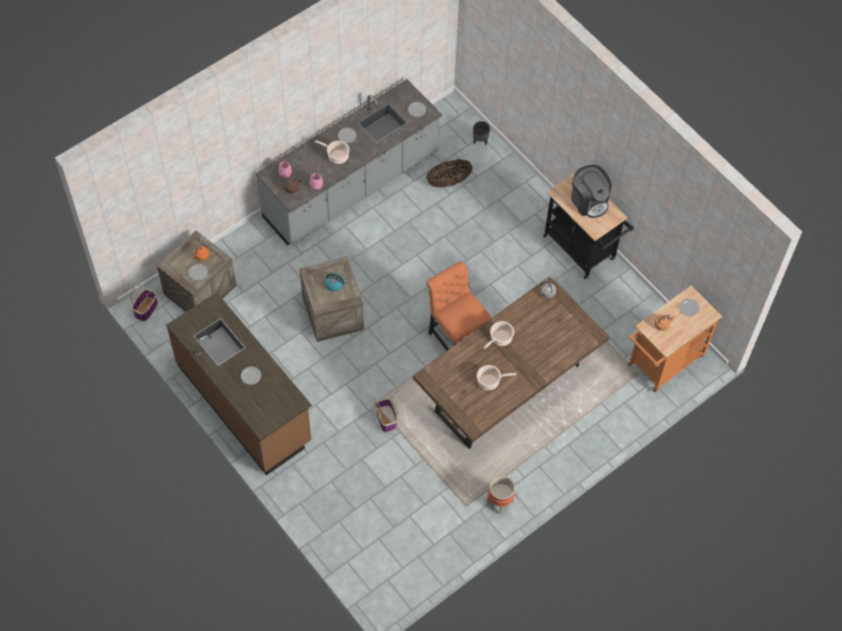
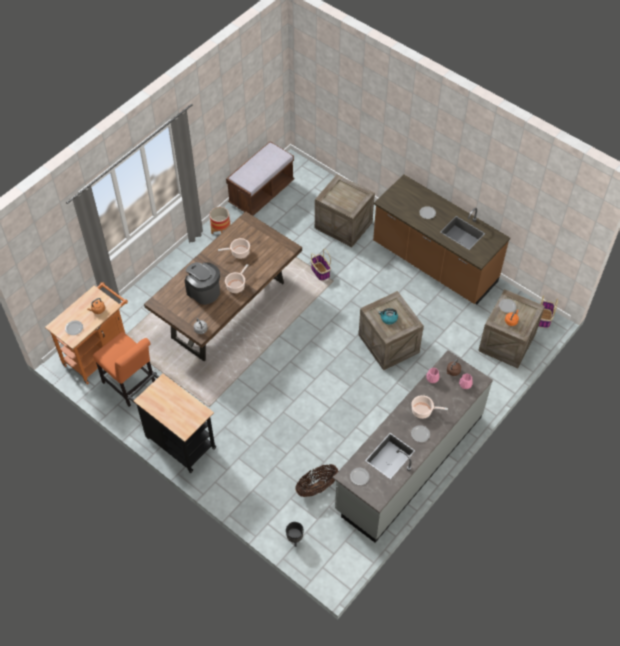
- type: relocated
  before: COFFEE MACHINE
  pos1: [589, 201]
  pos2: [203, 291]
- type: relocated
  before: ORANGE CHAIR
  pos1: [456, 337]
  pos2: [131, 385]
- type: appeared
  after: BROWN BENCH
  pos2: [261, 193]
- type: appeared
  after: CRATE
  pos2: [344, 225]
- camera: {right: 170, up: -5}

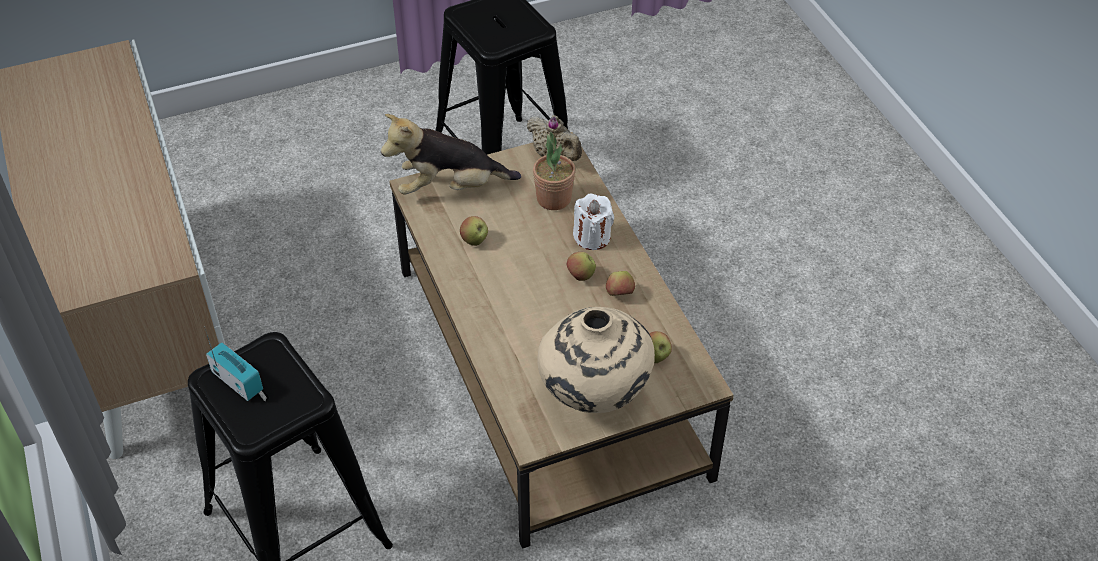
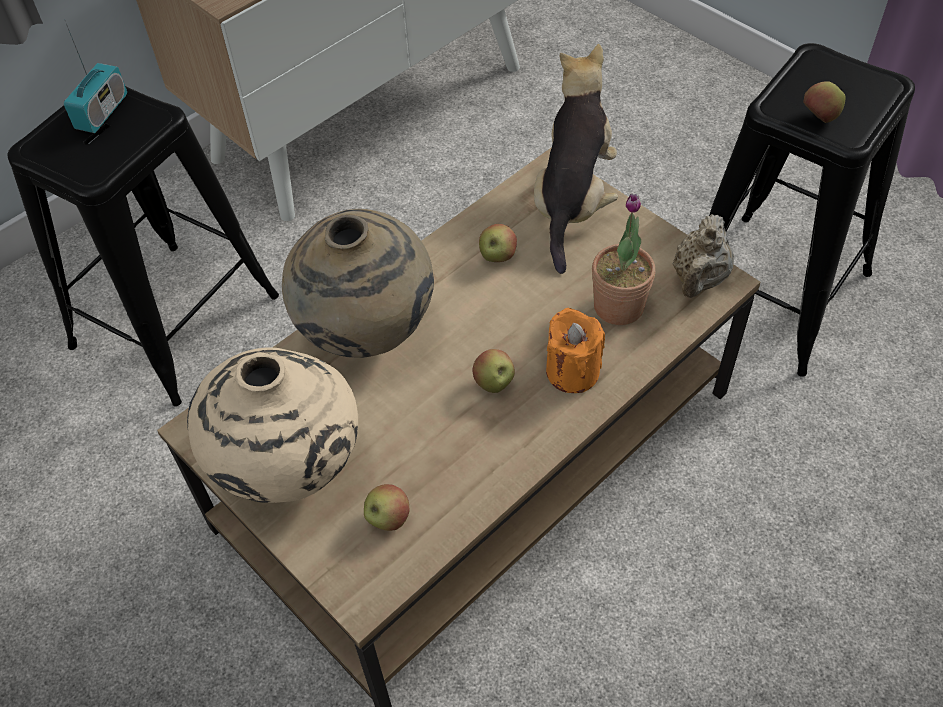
- type: spun
  before: PLUSH TOY
  pos1: [450, 188]
  pos2: [572, 202]
  turn: 45
- type: colour
  before: WHITE CANDLE
  after: ORANGE CANDLE
  pos1: [592, 237]
  pos2: [572, 371]
- type: relocated
  before: APPLE
  pos1: [619, 294]
  pos2: [819, 118]
- type: appeared
  after: BEIGE VASE
  pos2: [368, 335]
- camera: {right: 70, up: 5}

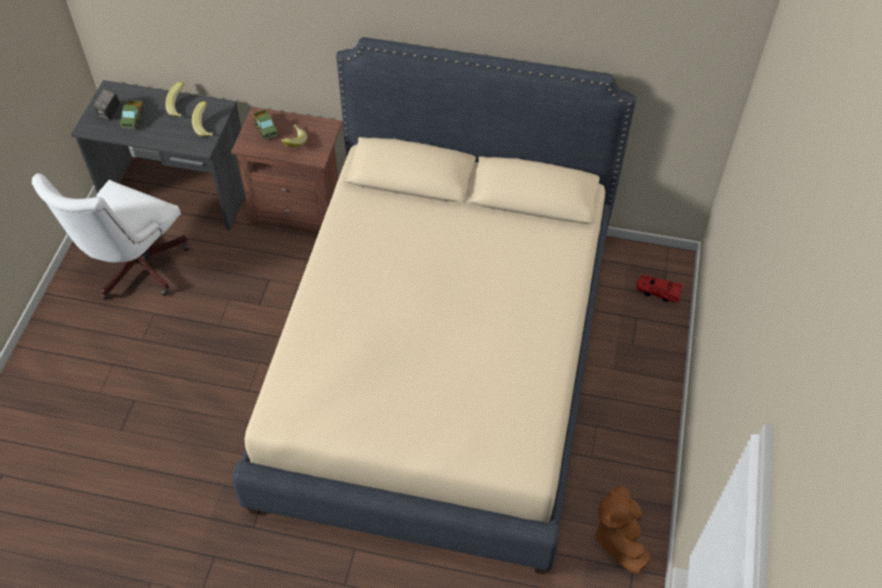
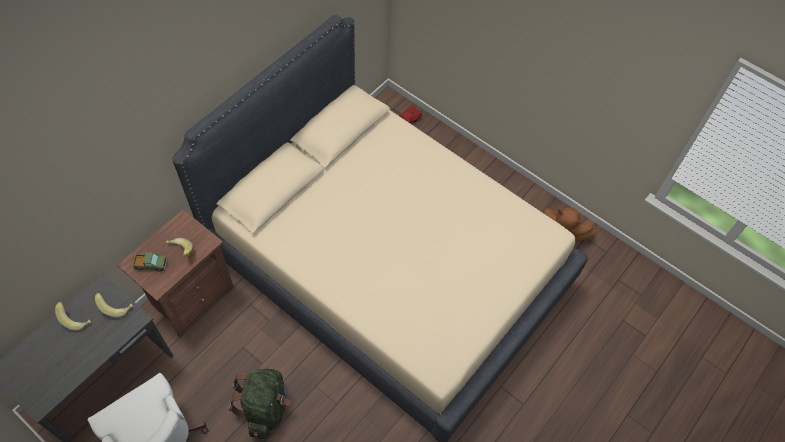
- type: missing
  before: PHOTO CAMERA
  pos1: [110, 113]
- type: missing
  before: TOY TRUCK
  pos1: [133, 119]
- type: appeared
  after: GREEN BACKPACK
  pos2: [265, 408]
- camera: {right: -65, up: 5}

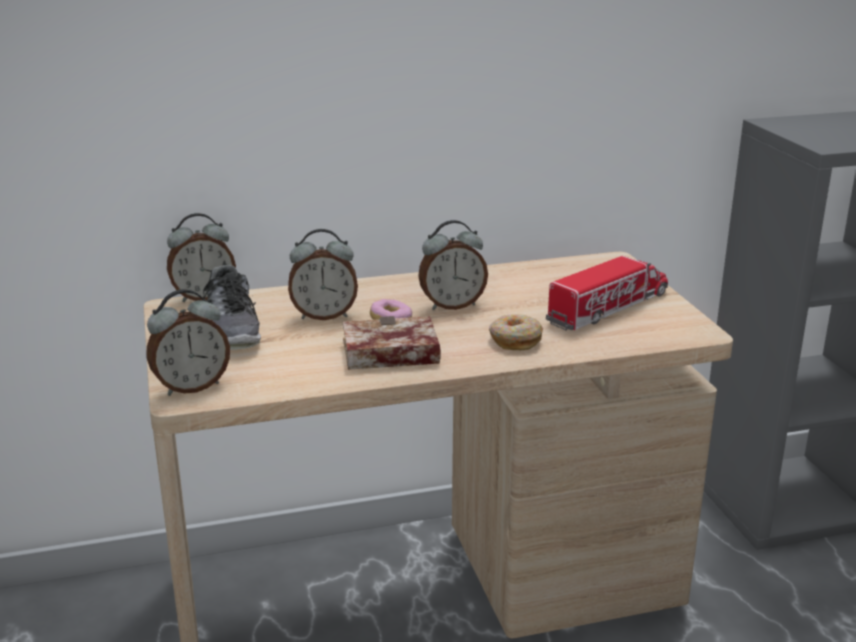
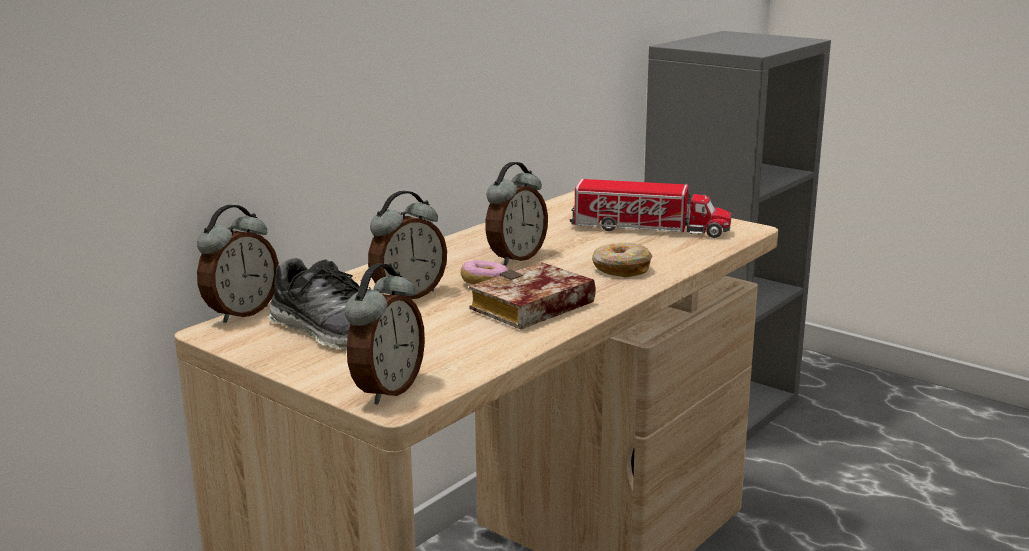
- type: spun
  before: TOY TRUCK
  pos1: [609, 308]
  pos2: [649, 229]
  turn: 90
- camera: {right: -35, up: -5}

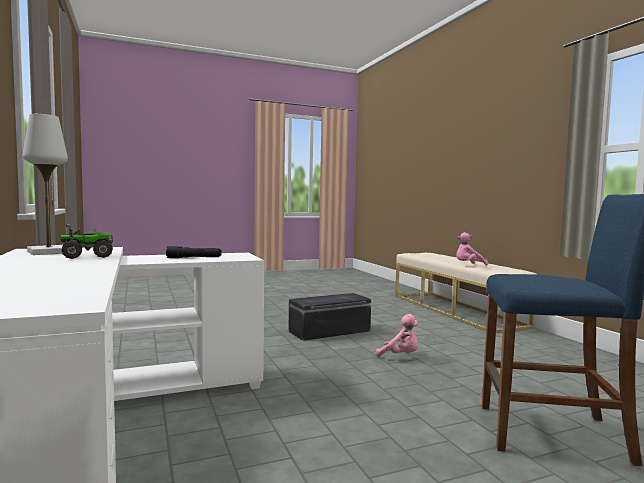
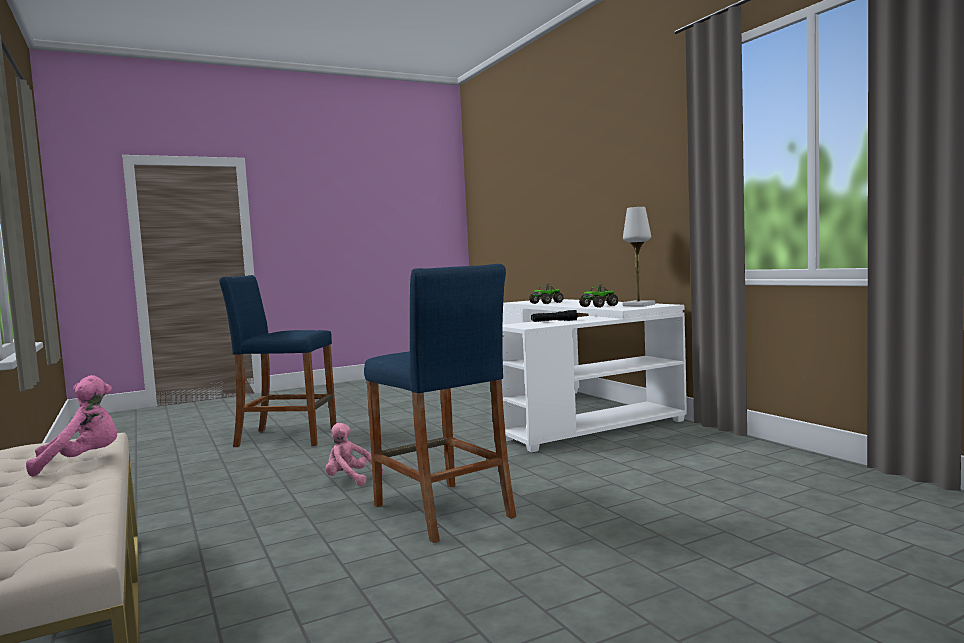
- type: exchanged
  before: BLACK STORAGE BOX
  after: BLUE STOOL
  pos1: [330, 331]
  pos2: [442, 511]
- type: appeared
  after: TOY TRUCK
  pos2: [547, 303]
- camera: {right: 175, up: 0}

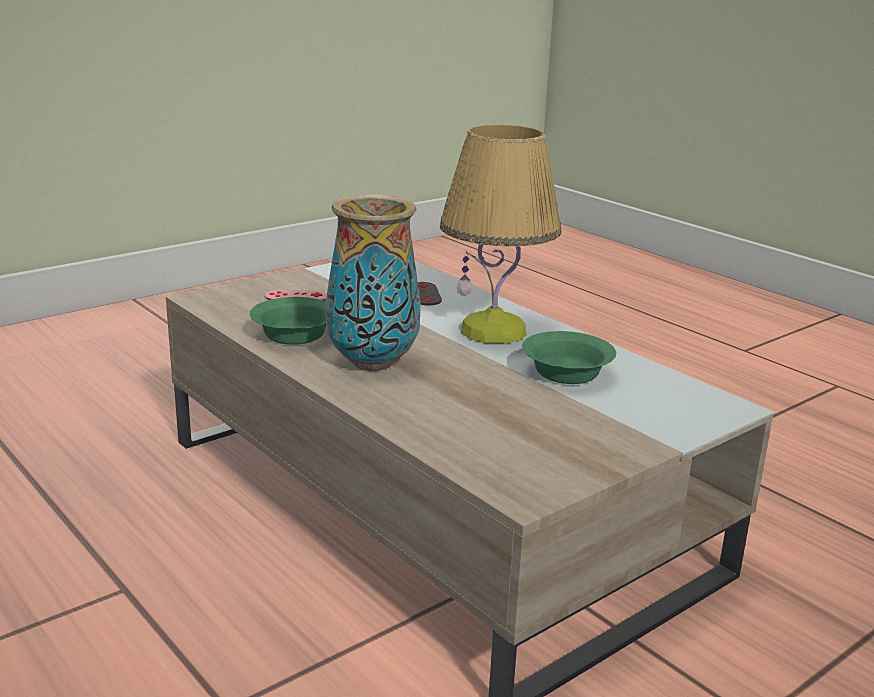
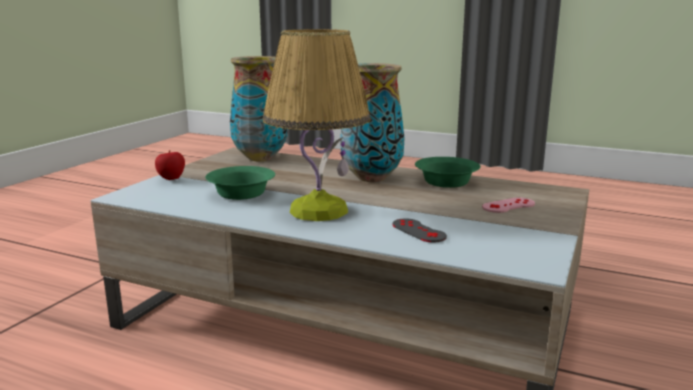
- type: appeared
  after: VASE
  pos2: [260, 158]
- type: appeared
  after: APPLE
  pos2: [171, 179]
- camera: {right: 155, up: -5}

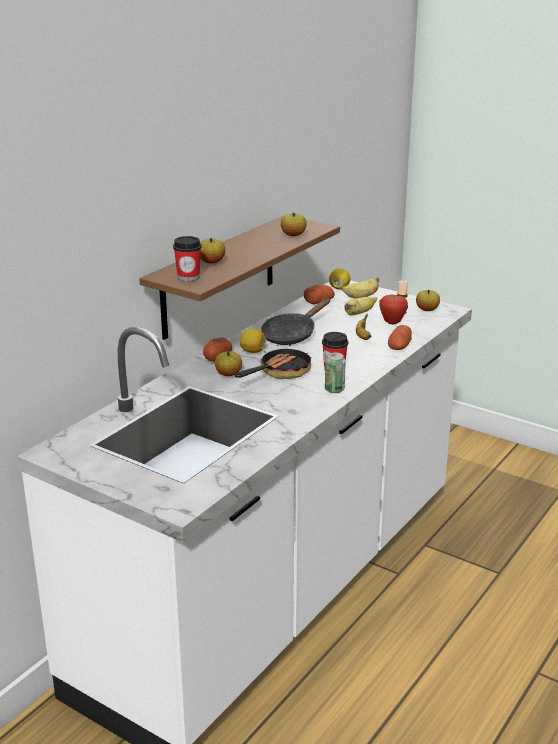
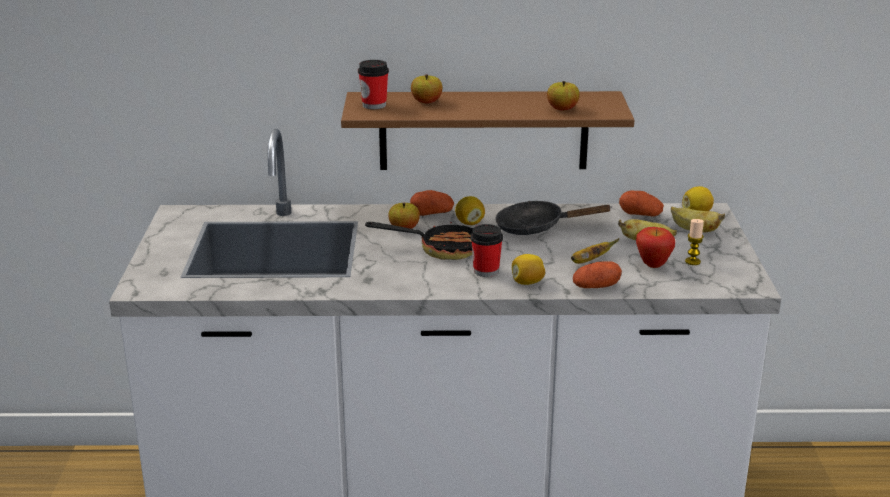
- type: missing
  before: APPLE
  pos1: [427, 310]
- type: missing
  before: CAN
  pos1: [334, 389]
- type: appeared
  after: LEMON
  pos2: [527, 282]
- camera: {right: 55, up: 0}

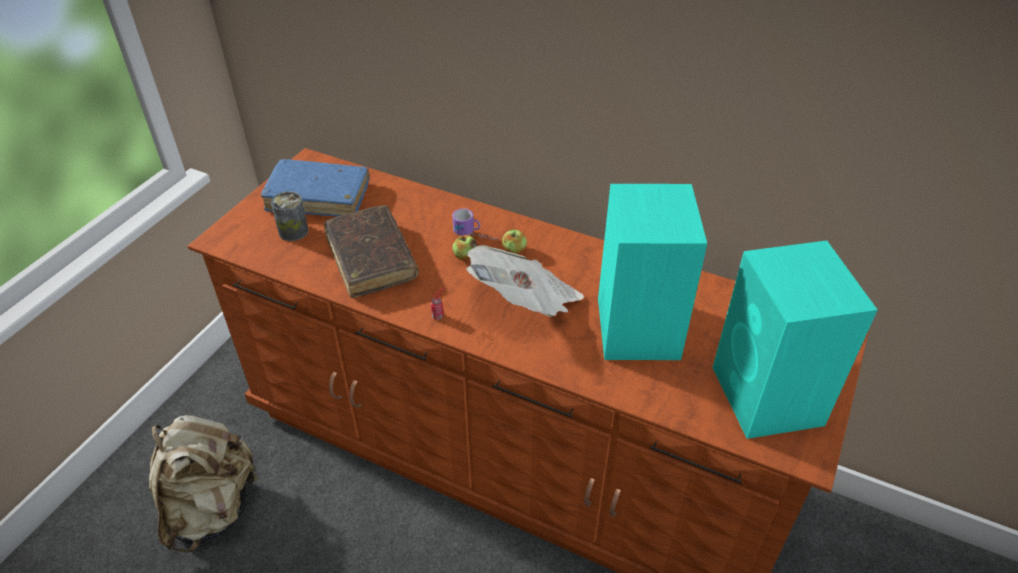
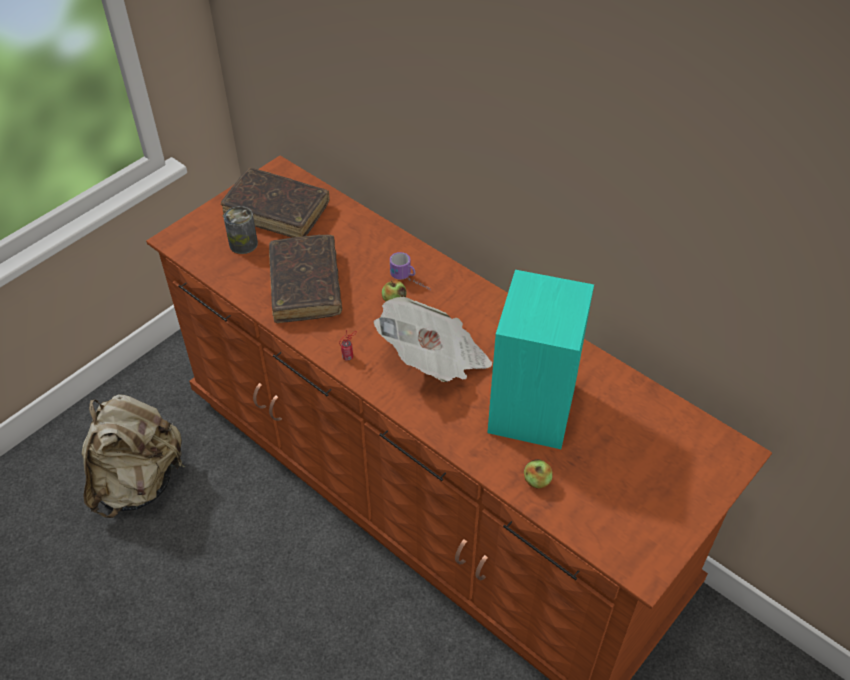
- type: colour
  before: BLUE BOOK
  after: BROWN BOOK
  pos1: [318, 197]
  pos2: [277, 211]
- type: relocated
  before: APPLE
  pos1: [514, 250]
  pos2: [536, 481]
- type: missing
  before: TURQUOISE SPEAKER
  pos1: [768, 398]
- camera: {right: 15, up: 5}

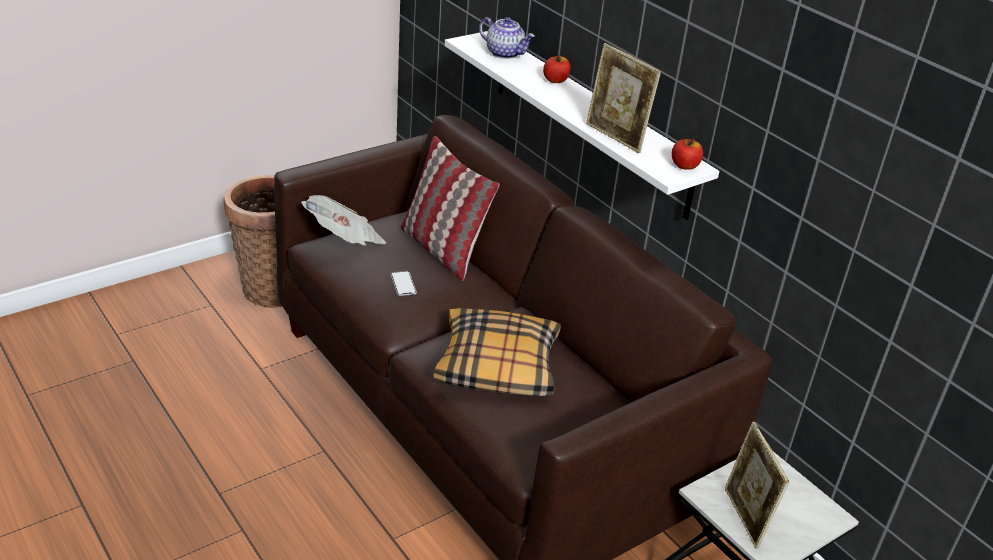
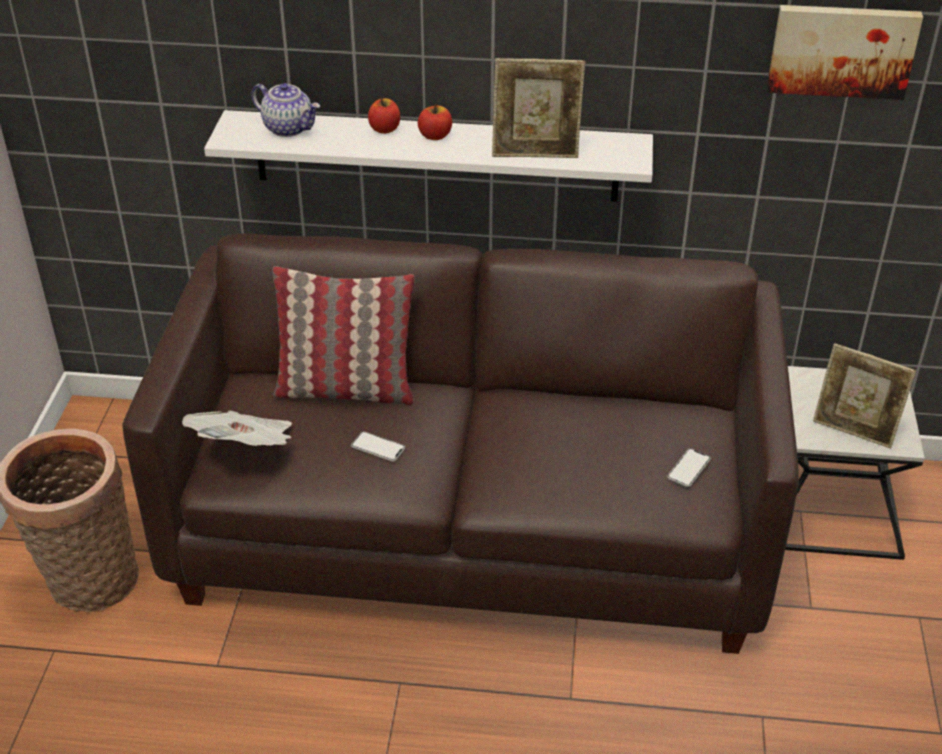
- type: spun
  before: TEAPOT
  pos1: [505, 53]
  pos2: [289, 128]
  turn: 45
- type: relocated
  before: APPLE
  pos1: [684, 166]
  pos2: [435, 136]
- type: missing
  before: PILLOW
  pos1: [497, 366]
- type: appeared
  after: PICTURE
  pos2: [842, 50]
- type: appeared
  after: PHONE
  pos2: [688, 468]
- camera: {right: -45, up: 5}

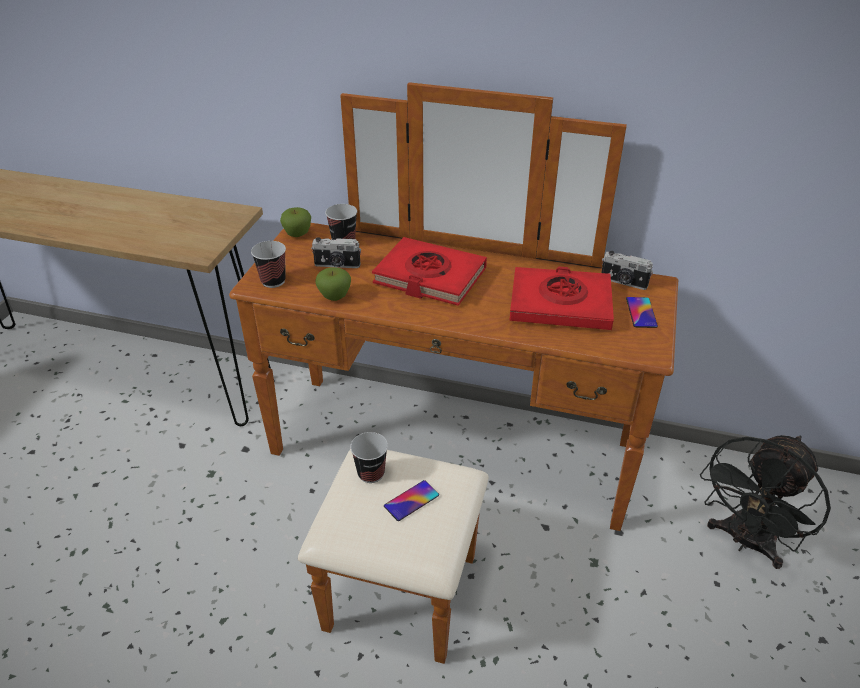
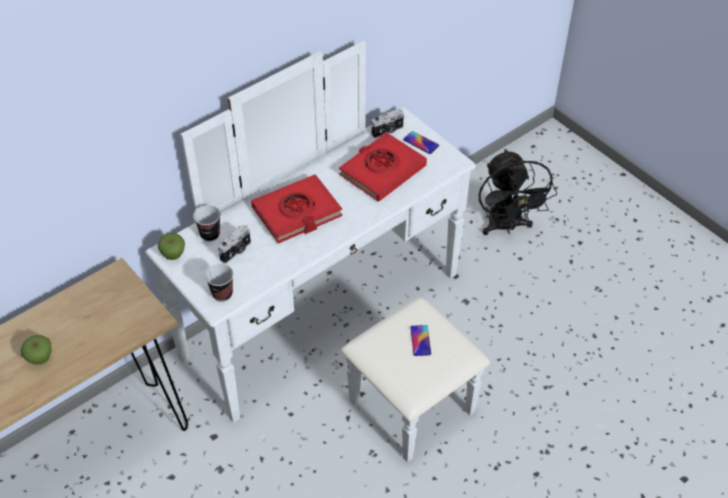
- type: colour
  before: BROWN DRESSER
  after: WHITE DRESSER
  pos1: [443, 477]
  pos2: [342, 334]
- type: relocated
  before: APPLE
  pos1: [334, 297]
  pos2: [40, 358]
- type: missing
  before: CUP
  pos1: [371, 473]
- camera: {right: -55, up: 10}

